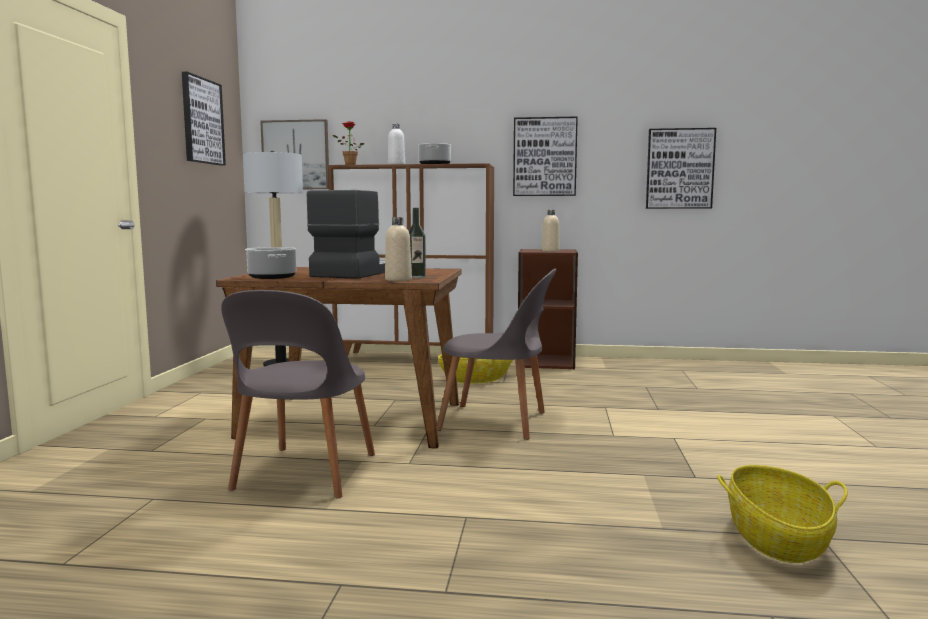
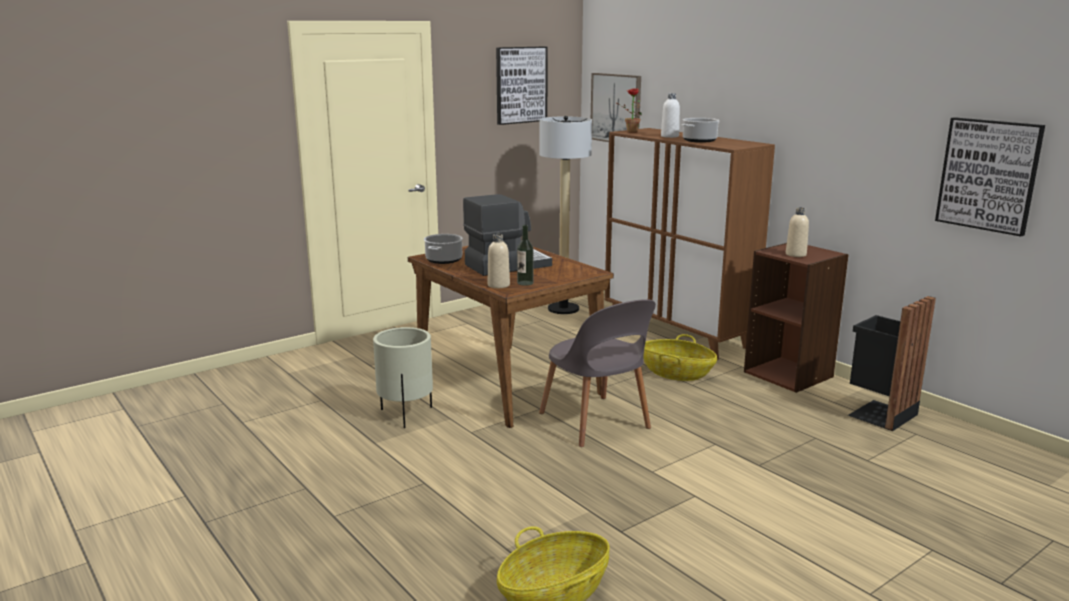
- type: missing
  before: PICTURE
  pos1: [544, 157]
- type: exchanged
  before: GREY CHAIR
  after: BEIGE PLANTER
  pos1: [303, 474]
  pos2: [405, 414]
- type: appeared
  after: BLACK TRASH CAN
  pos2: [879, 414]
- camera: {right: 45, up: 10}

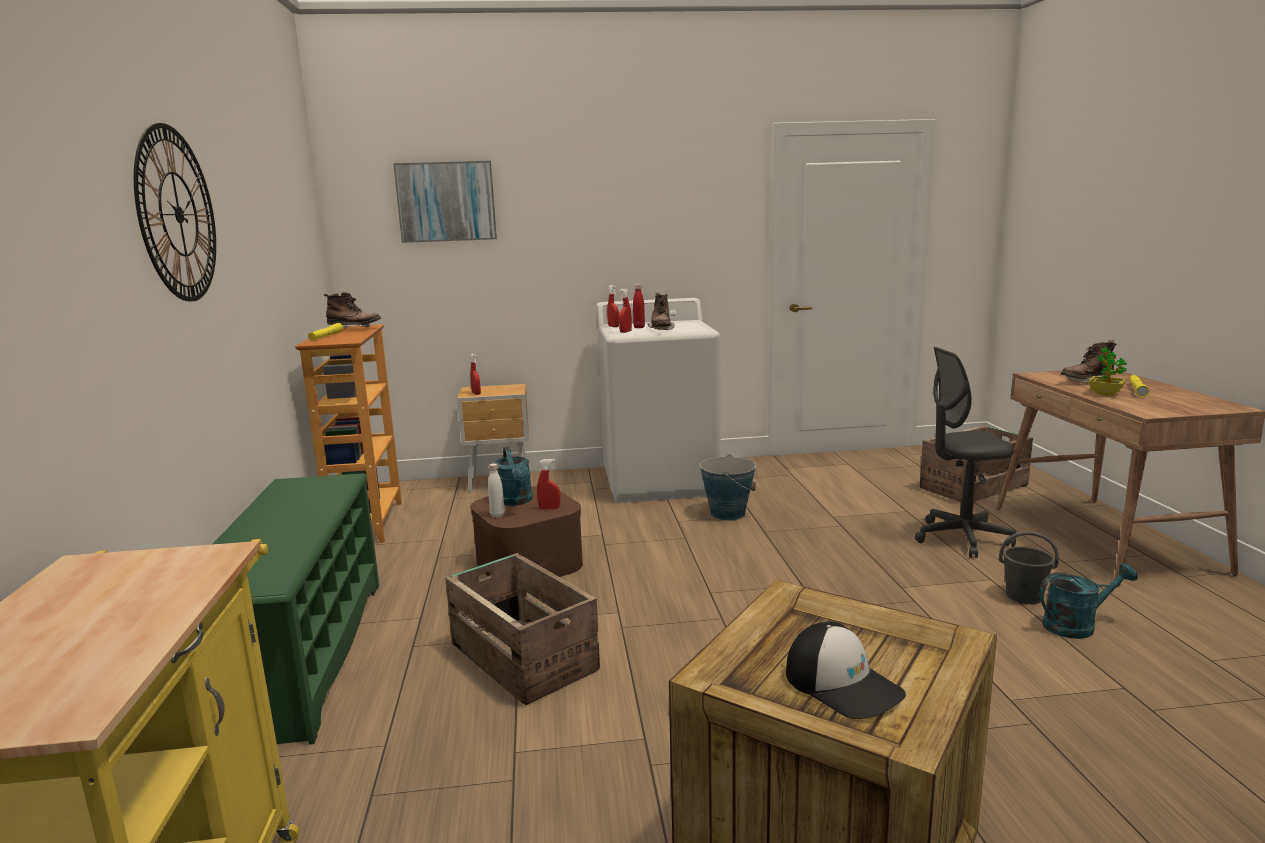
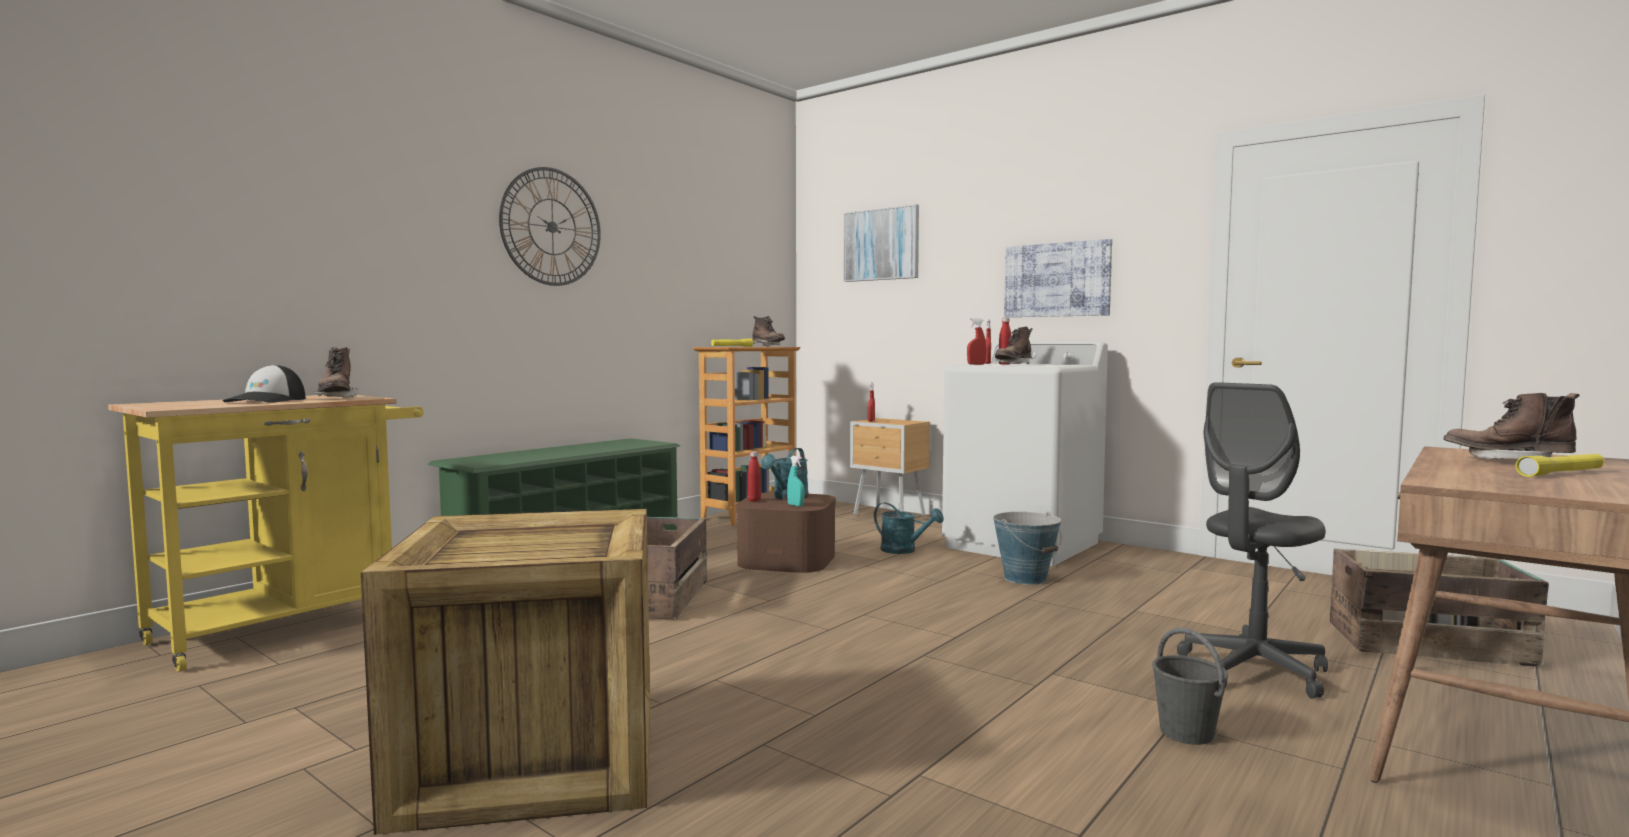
- type: spun
  before: GREY OFFICE CHAIR
  pos1: [962, 538]
  pos2: [1254, 671]
  turn: -75
- type: missing
  before: POTTED PLANT
  pos1: [1105, 394]
- type: colour
  before: RED SPRAY BOTTLE
  after: TURQUOISE SPRAY BOTTLE
  pos1: [549, 508]
  pos2: [795, 505]
- type: colour
  before: WHITE BOTTLE
  after: RED BOTTLE
  pos1: [497, 515]
  pos2: [754, 500]
- type: relocated
  before: TURQUOISE WATERING CAN
  pos1: [1076, 625]
  pos2: [904, 550]
- type: relocated
  before: CAP
  pos1: [843, 684]
  pos2: [267, 401]
- type: appeared
  after: PICTURE
  pos2: [1057, 280]
- type: appeared
  after: BROWN BOOT
  pos2: [336, 398]
- camera: {right: 45, up: -10}

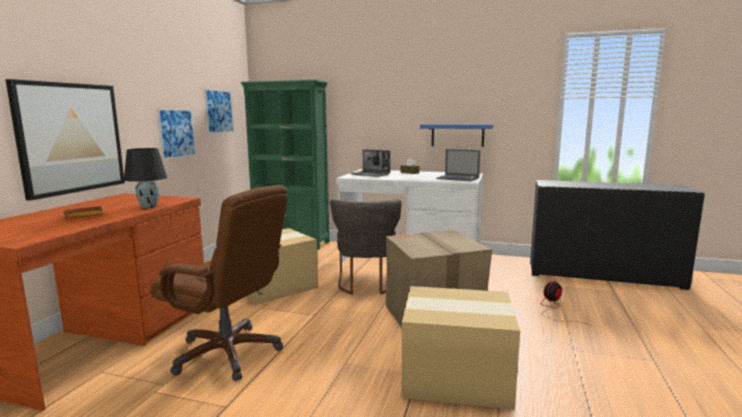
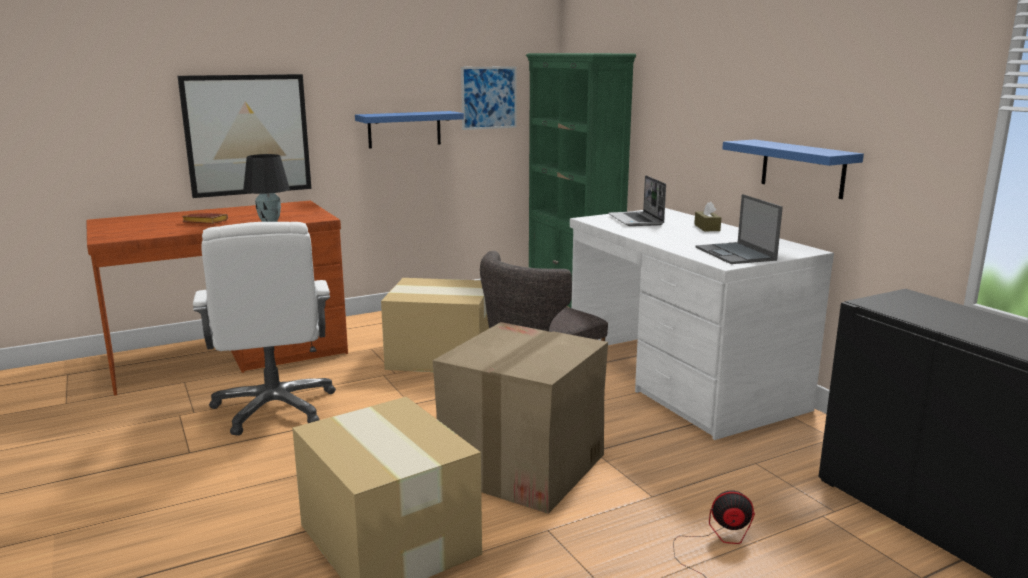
- type: exchanged
  before: PICTURE
  after: BLUE SHELF
  pos1: [177, 133]
  pos2: [404, 129]
- type: colour
  before: BROWN OFFICE CHAIR
  after: WHITE OFFICE CHAIR
  pos1: [228, 353]
  pos2: [274, 408]
- camera: {right: 45, up: 5}

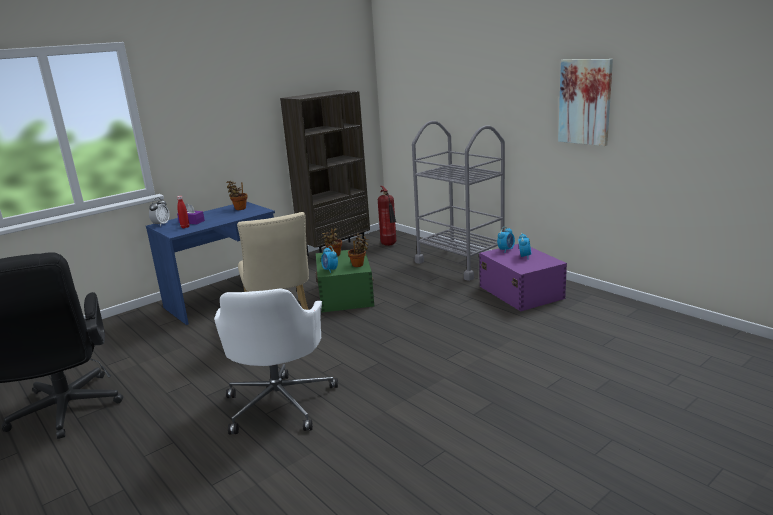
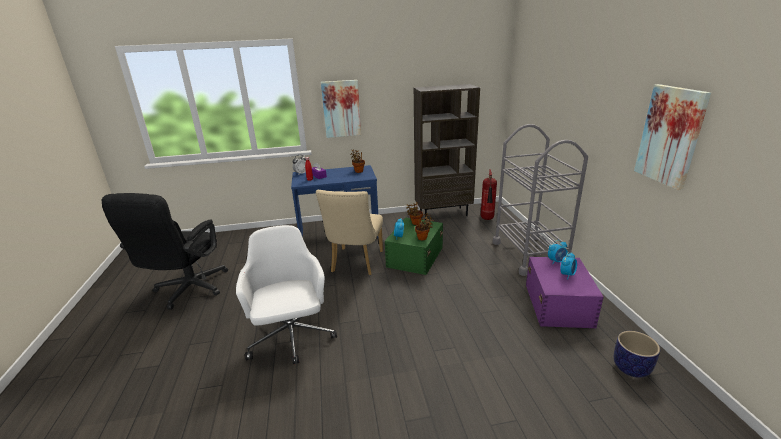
- type: spun
  before: WHITE OFFICE CHAIR
  pos1: [280, 402]
  pos2: [292, 338]
  turn: 135
- type: appeared
  after: PICTURE
  pos2: [341, 109]
- type: appeared
  after: PLANTER
  pos2: [631, 368]
- camera: {right: 30, up: 5}

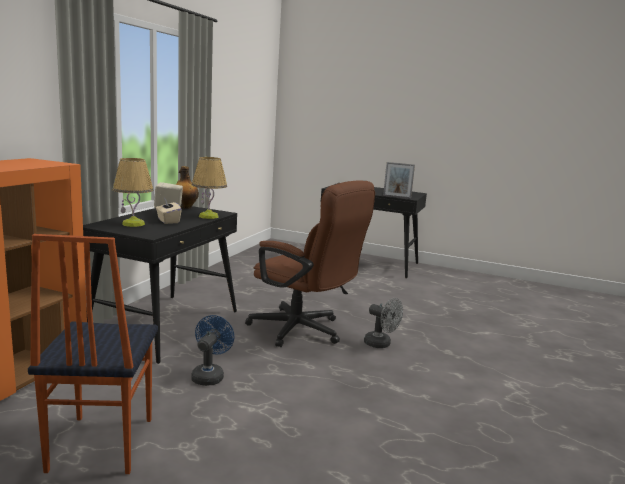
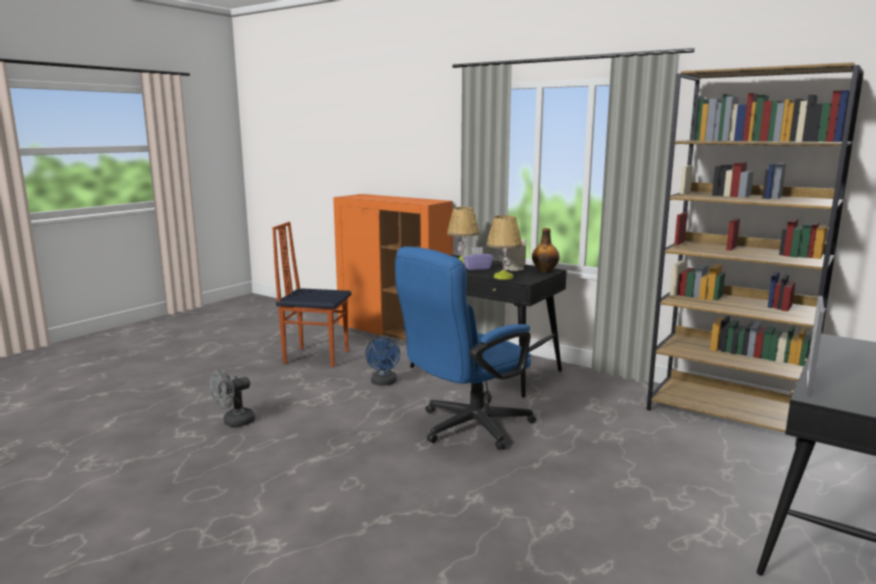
- type: colour
  before: BROWN OFFICE CHAIR
  after: BLUE OFFICE CHAIR
  pos1: [303, 331]
  pos2: [466, 428]
- type: colour
  before: BEIGE TISSUE BOX
  after: PURPLE TISSUE BOX
  pos1: [168, 221]
  pos2: [477, 268]
- type: relocated
  before: GREY FAN
  pos1: [381, 344]
  pos2: [234, 422]
- type: spun
  before: BLUE FAN
  pos1: [209, 375]
  pos2: [384, 383]
  turn: 60
- type: appeared
  after: BROWN BOOKCASE
  pos2: [727, 414]
- camera: {right: 105, up: 0}

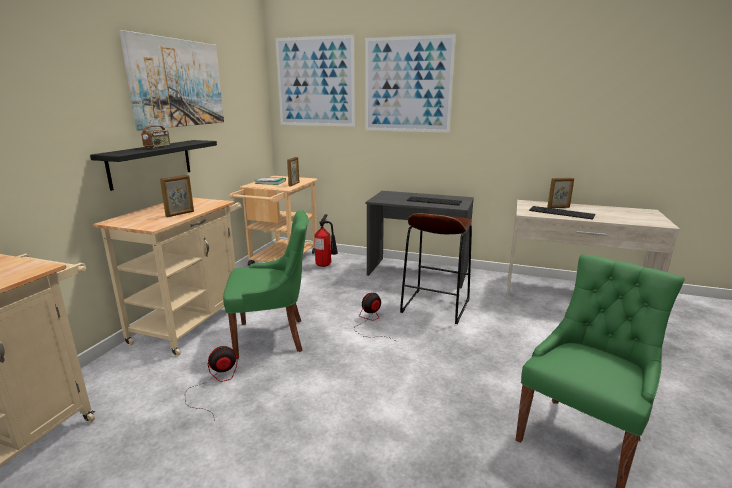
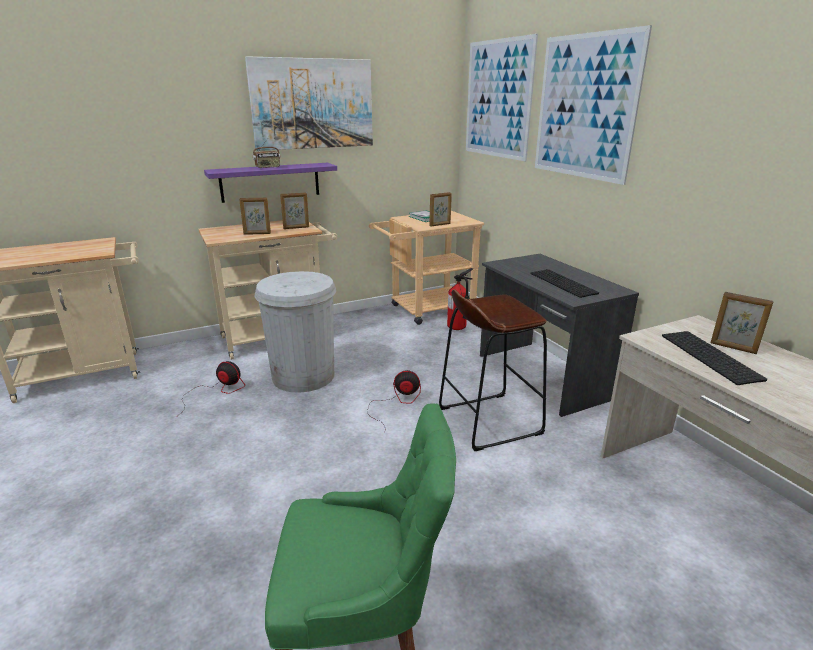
- type: colour
  before: BLACK SHELF
  after: PURPLE SHELF
  pos1: [151, 163]
  pos2: [270, 182]
- type: exchanged
  before: GREEN CHAIR
  after: WHITE TRASH CAN
  pos1: [272, 337]
  pos2: [303, 376]
- type: appeared
  after: PICTURE FRAME
  pos2: [296, 228]
- camera: {right: 45, up: 5}

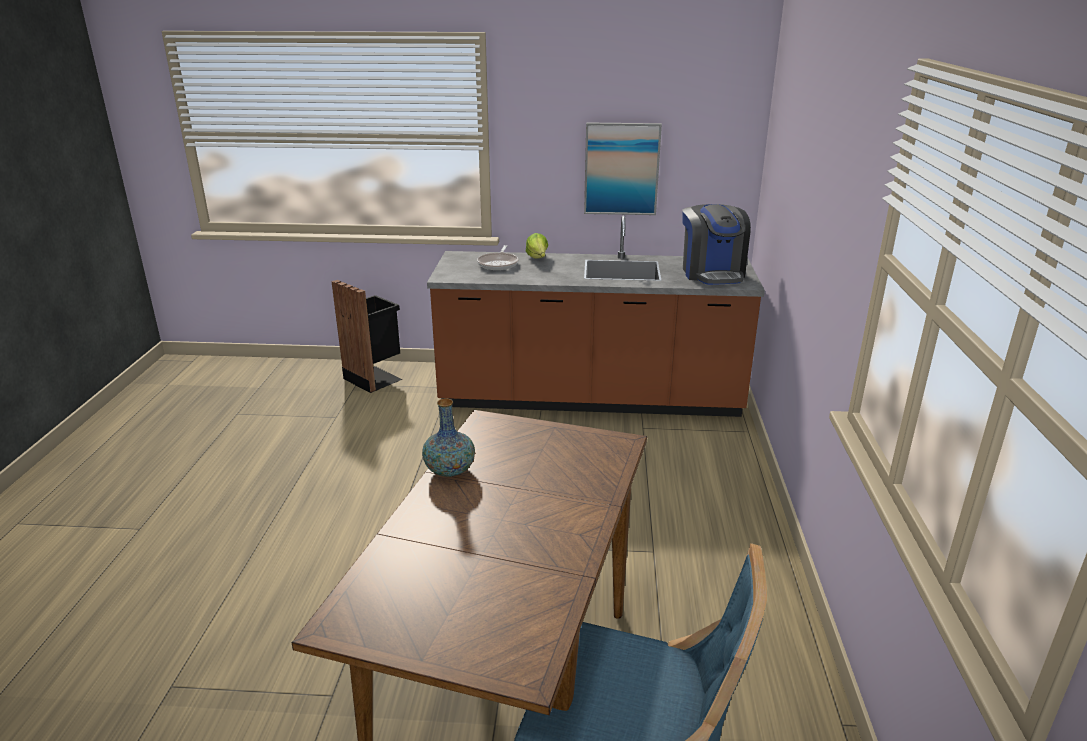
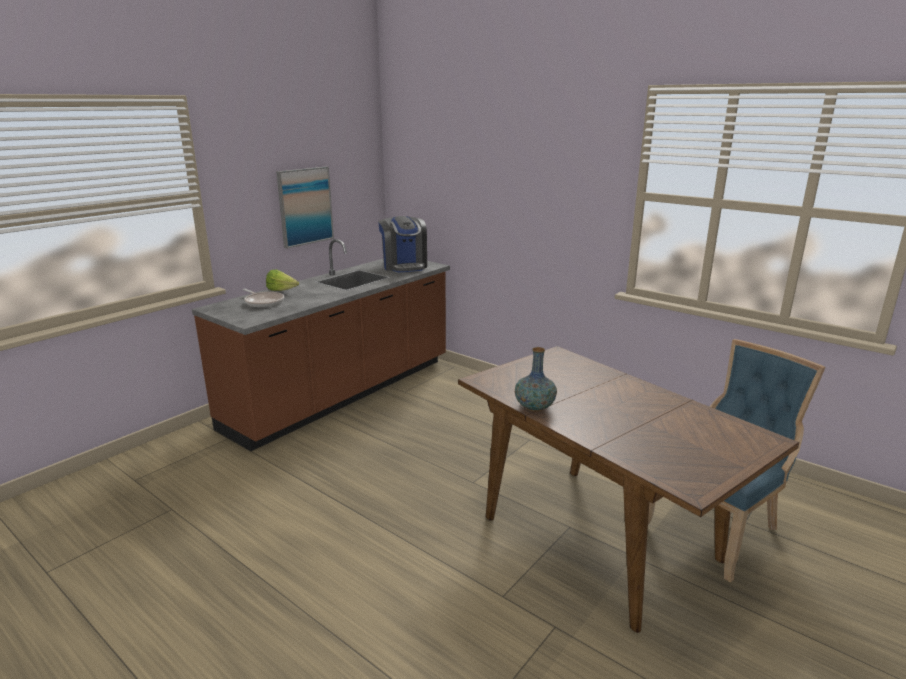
- type: spun
  before: COFFEE MACHINE
  pos1: [712, 273]
  pos2: [404, 266]
  turn: 45
- type: missing
  before: BLACK TRASH CAN
  pos1: [374, 378]
- camera: {right: -55, up: -5}

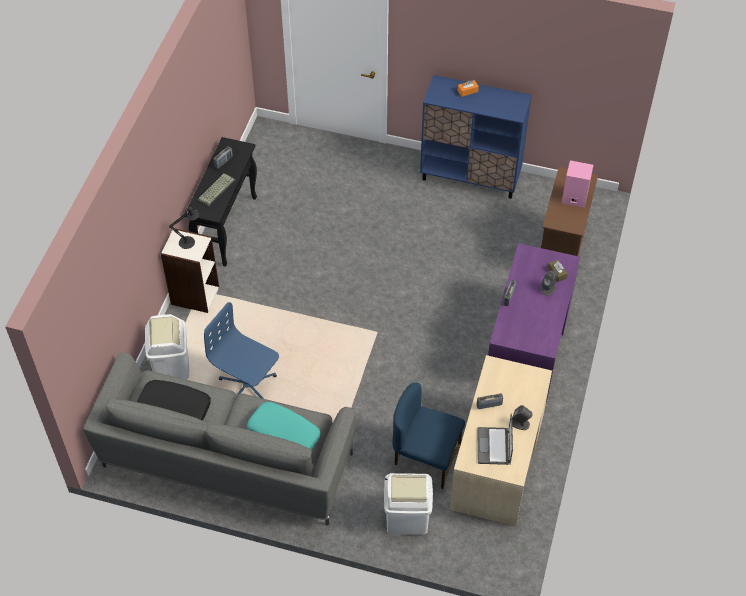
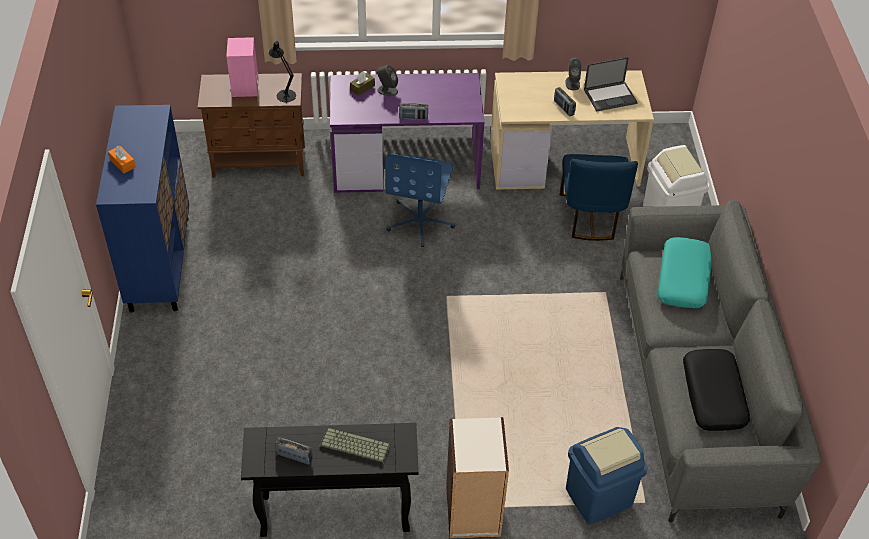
- type: relocated
  before: BLACK TABLE LAMP
  pos1: [189, 242]
  pos2: [284, 94]
- type: relocated
  before: BLUE OFFICE CHAIR
  pos1: [247, 385]
  pos2: [420, 221]
- type: colour
  before: WHITE TRASH CAN
  after: BLUE TRASH CAN
  pos1: [171, 366]
  pos2: [599, 497]
- camera: {right: -110, up: -5}

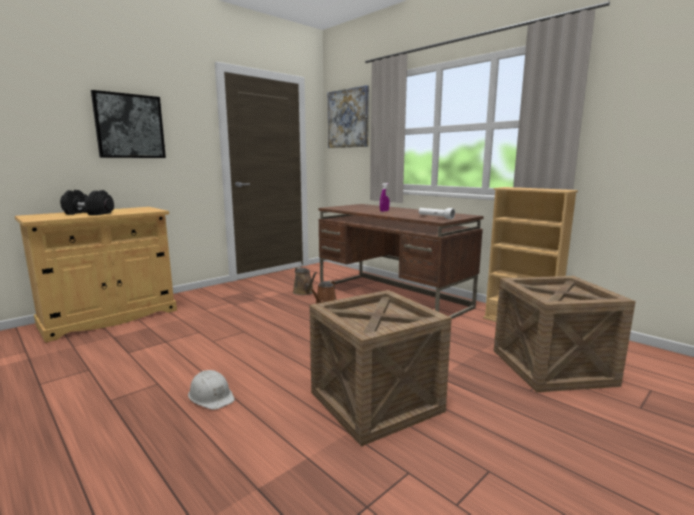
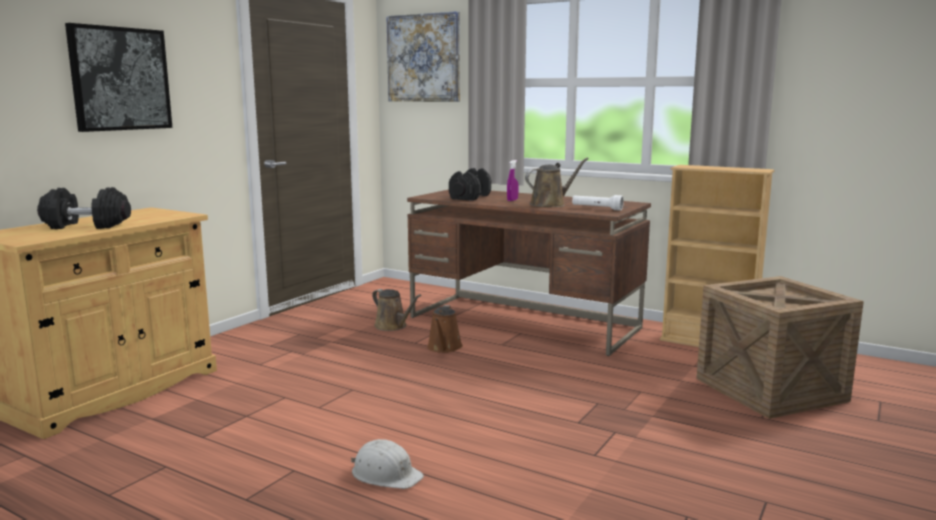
- type: missing
  before: CRATE
  pos1: [375, 401]
- type: appeared
  after: BROWN WATERING CAN
  pos2: [550, 204]
- type: appeared
  after: BLACK DUMBBELL
  pos2: [470, 197]
- camera: {right: -15, up: 0}

